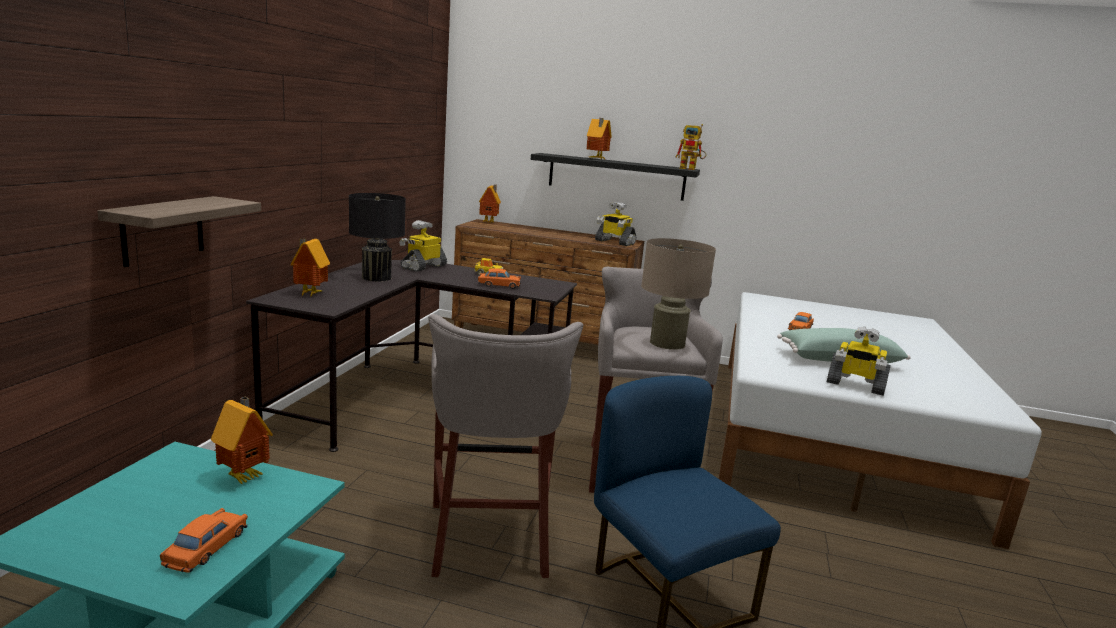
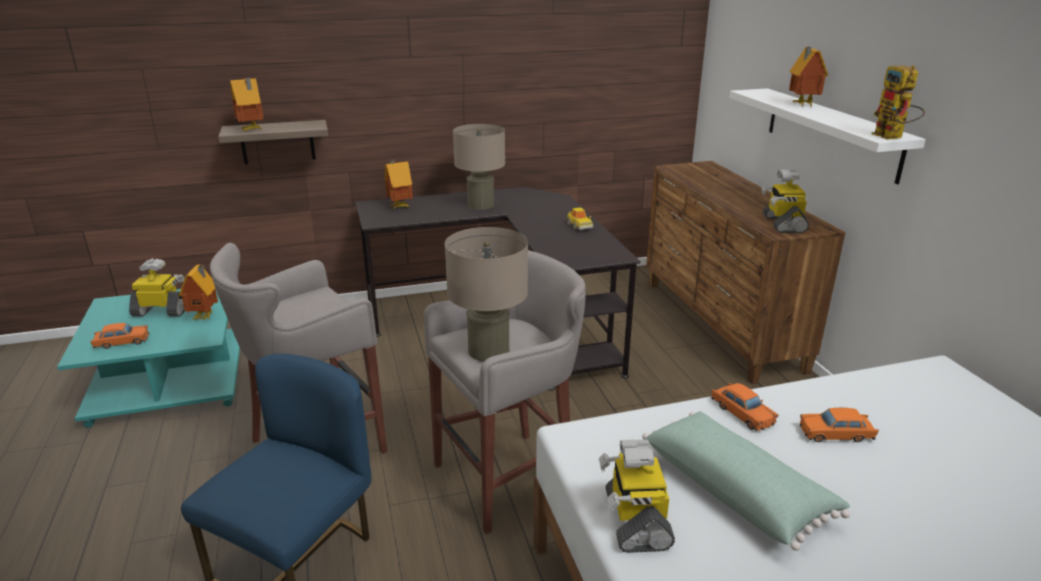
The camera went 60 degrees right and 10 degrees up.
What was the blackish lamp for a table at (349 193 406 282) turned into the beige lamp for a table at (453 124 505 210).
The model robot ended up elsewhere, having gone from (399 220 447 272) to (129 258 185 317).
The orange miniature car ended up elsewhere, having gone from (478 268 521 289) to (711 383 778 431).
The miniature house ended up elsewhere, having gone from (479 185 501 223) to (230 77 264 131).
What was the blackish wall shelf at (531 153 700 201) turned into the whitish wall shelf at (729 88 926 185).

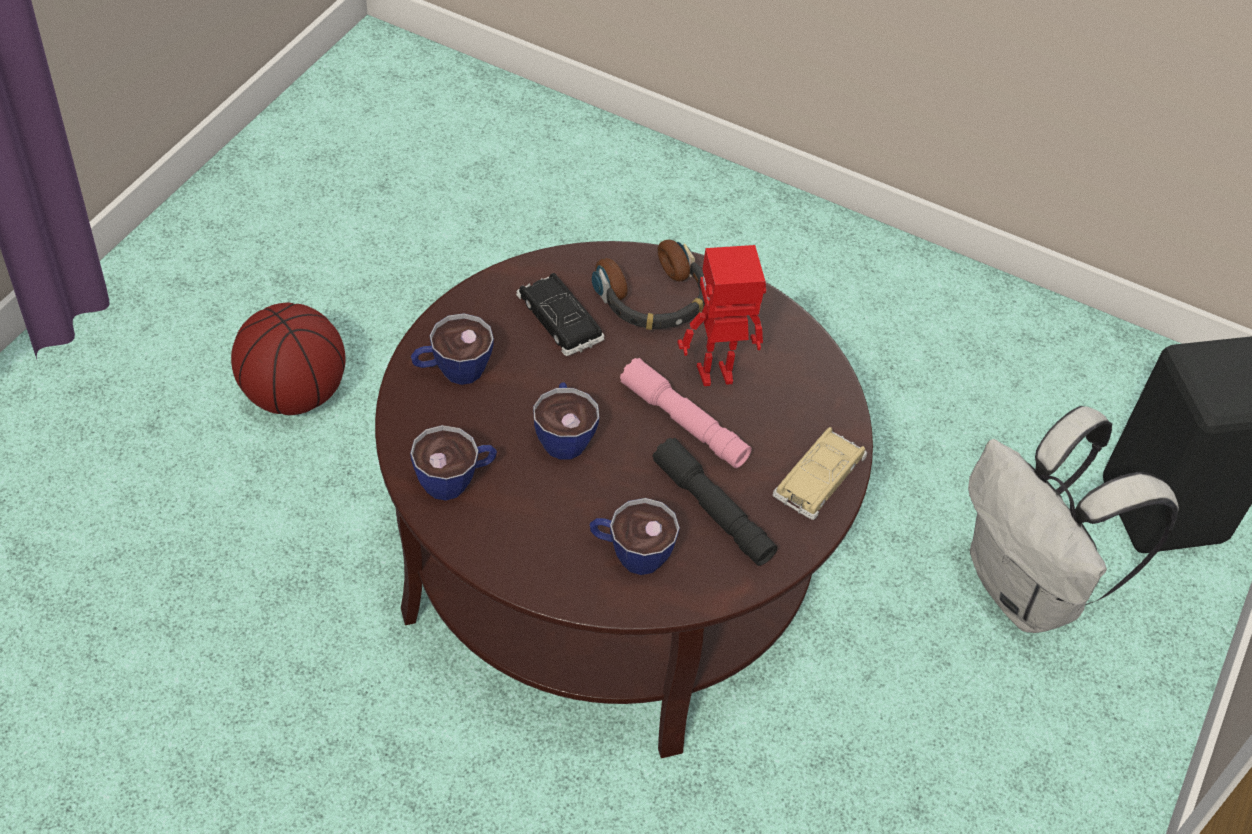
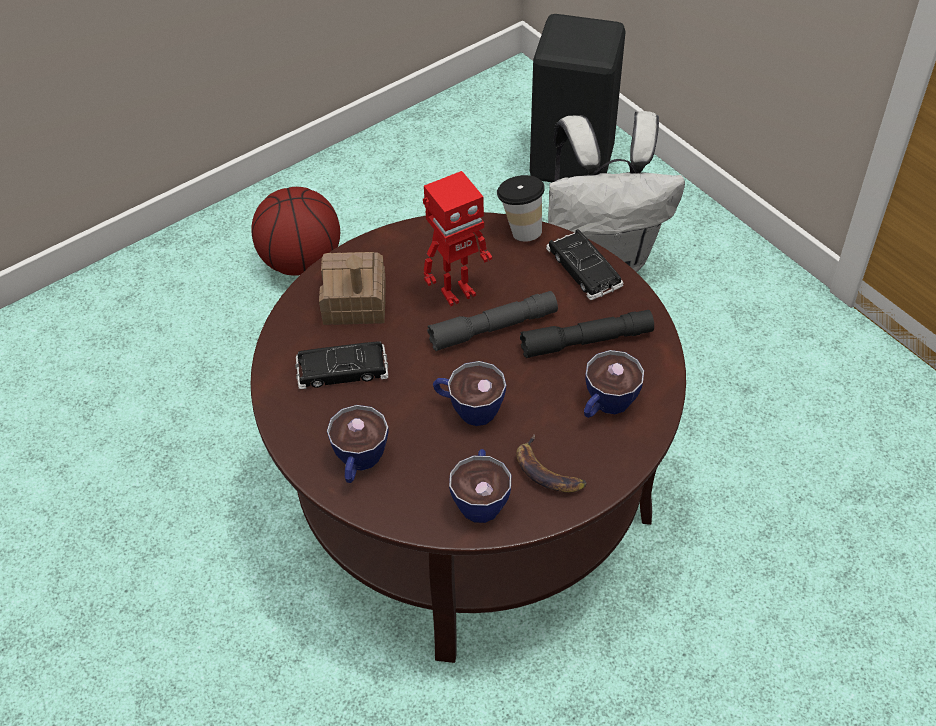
The camera went 60 degrees left and 0 degrees up.
The basketball ball ended up elsewhere, having gone from (231 303 345 415) to (251 187 340 276).
Where the headset stood at (592 240 705 330), the miniature house came to stand at (319 252 386 325).
What was the pinkish torch at (620 358 752 468) turned into the greyish torch at (427 291 558 351).
The model robot at (678 245 766 386) ended up facing another way, 135 degrees counterclockwise from before.
What was the beige miniature car at (772 427 867 520) turned into the blackish miniature car at (546 229 623 300).
The second view gained the small cup at (497 175 545 242).
The second view gained the banana at (516 435 587 493).

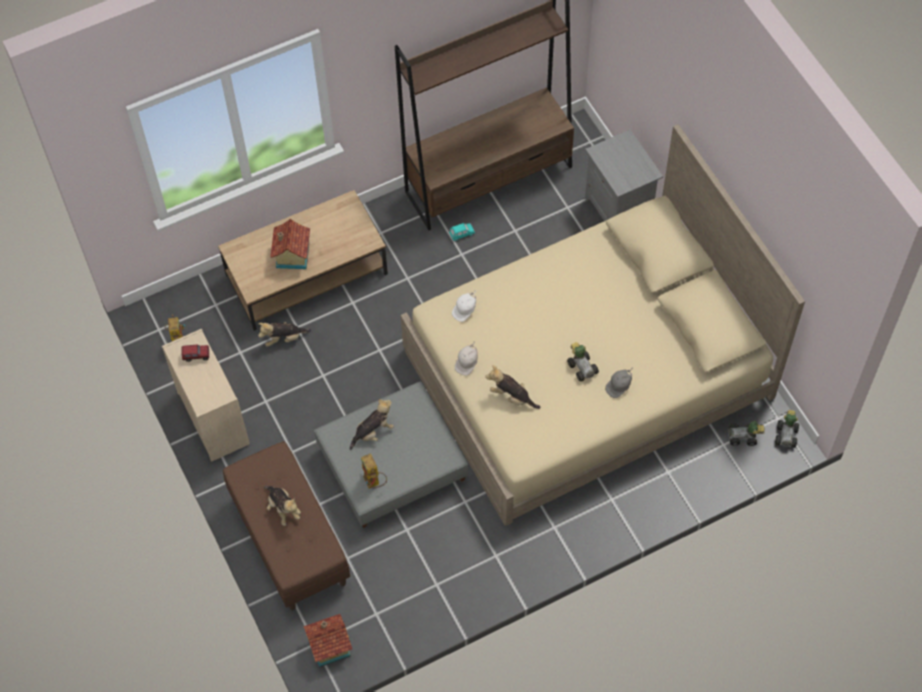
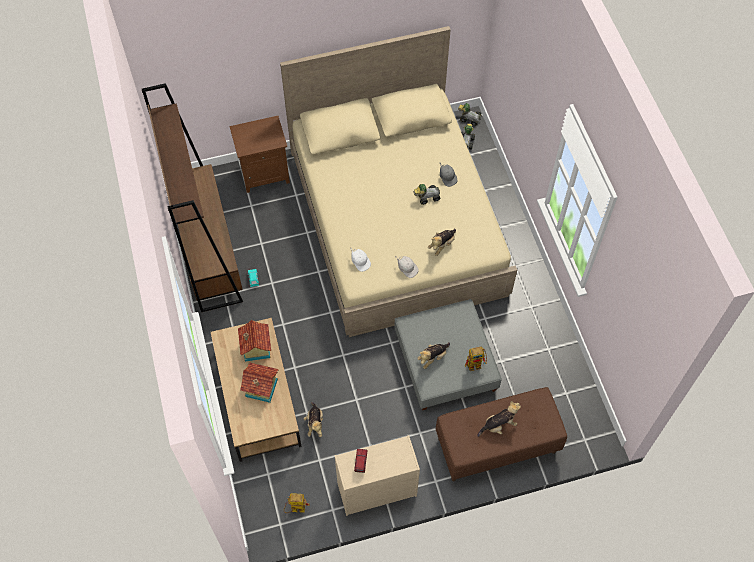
The camera went 80 degrees left and 0 degrees up.
The miniature house ended up elsewhere, having gone from (303 614 352 667) to (238 320 271 361).
The soft toy at (350 399 394 450) ended up facing another way, 105 degrees counterclockwise from before.
What was the greyish bedside table at (585 130 663 221) turned into the brown-coloured bedside table at (230 116 290 193).

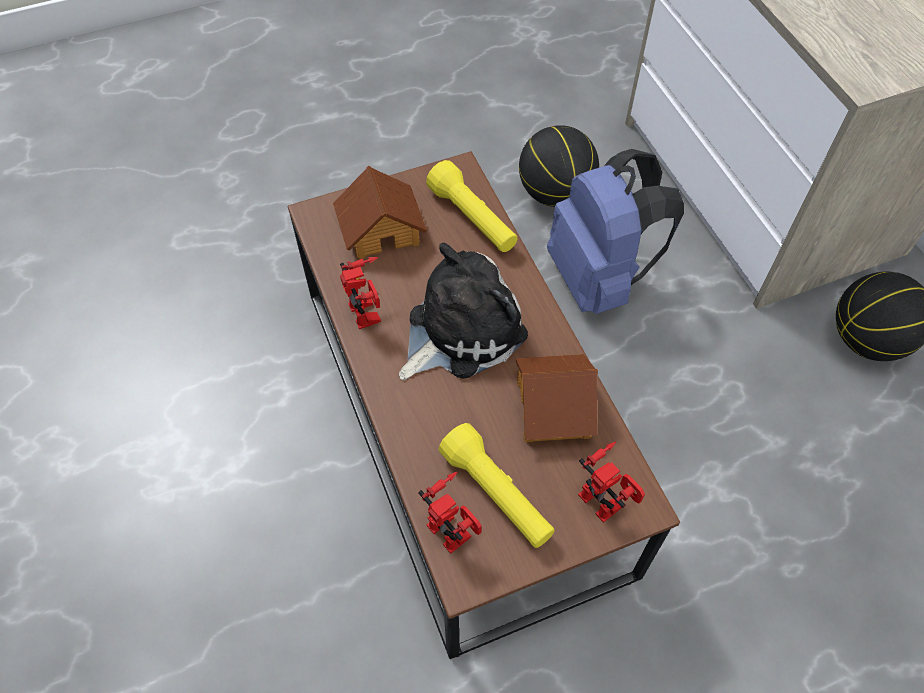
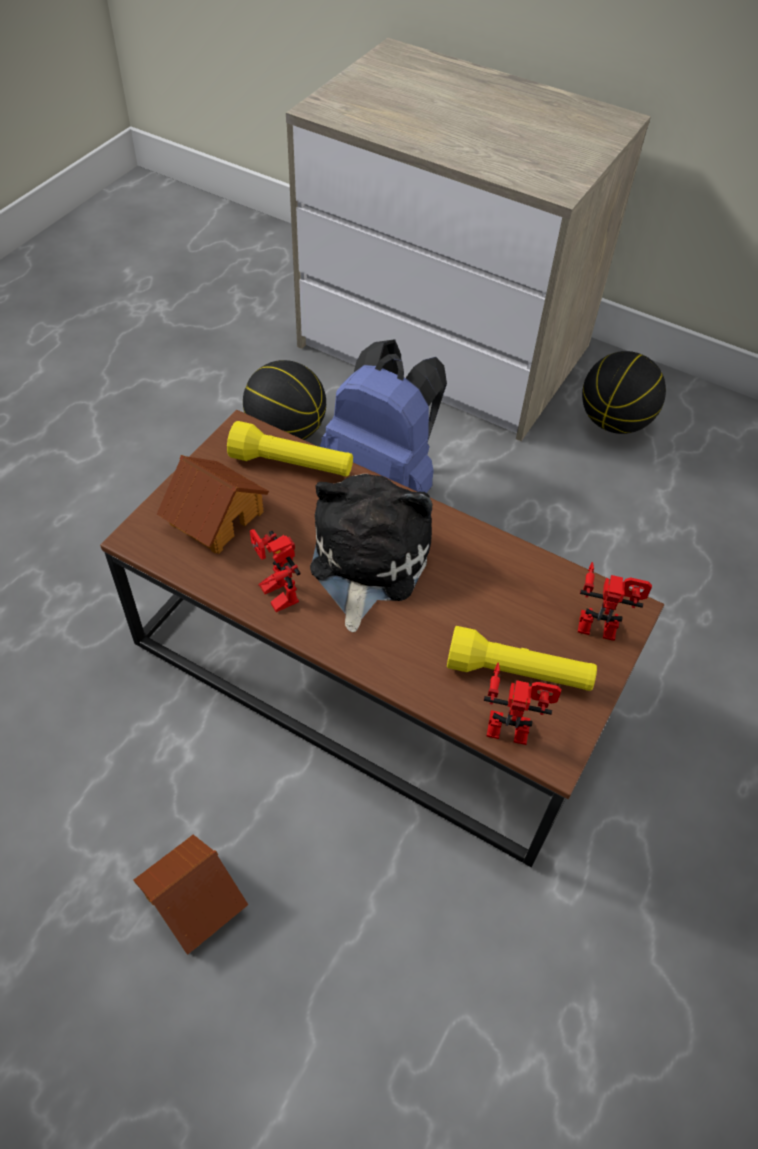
The camera went 40 degrees left and 5 degrees down.
The model robot at (340 257 381 329) ended up facing another way, 150 degrees counterclockwise from before.
The miniature house ended up elsewhere, having gone from (516 354 598 442) to (134 835 248 955).

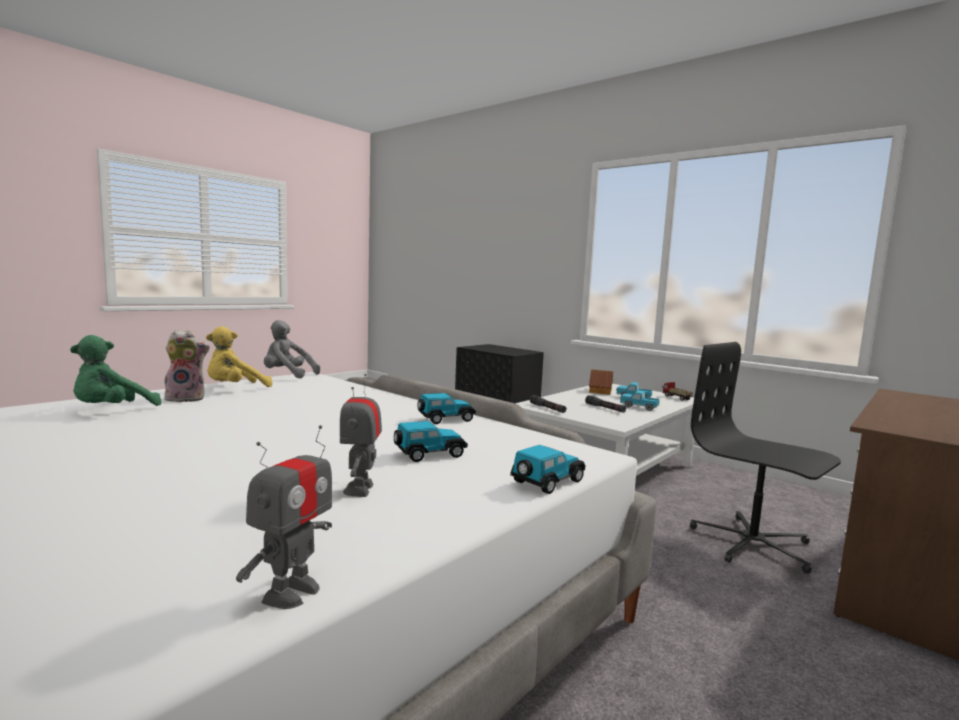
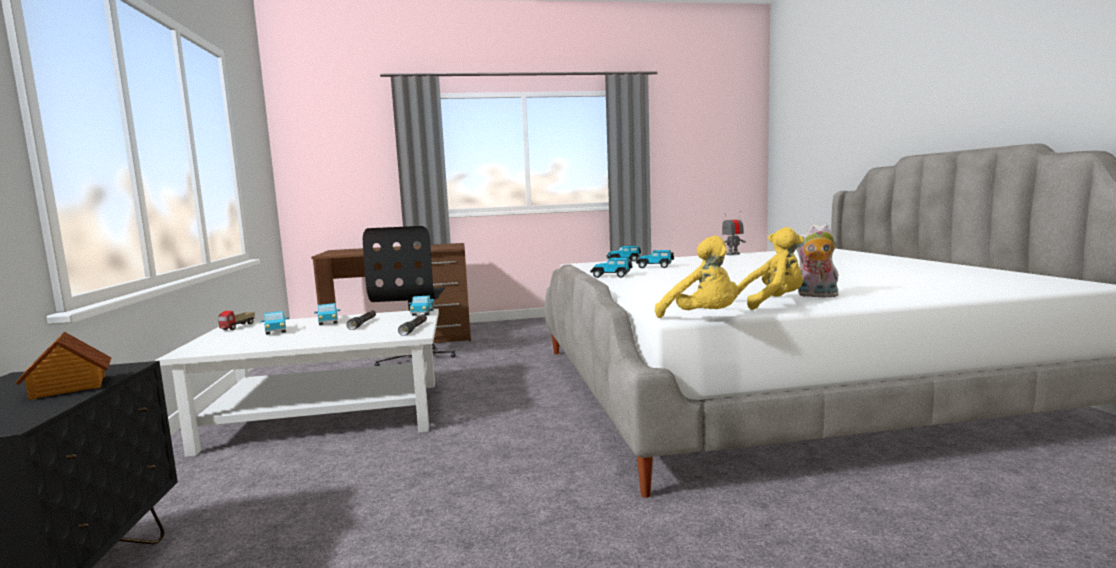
The camera went 140 degrees left and 0 degrees up.
The second view lost the green-coloured soft toy at (70 335 161 406).
What was the greyish soft toy at (264 320 320 378) turned into the yellow soft toy at (655 236 738 318).
The second view lost the model robot at (340 374 382 497).
The miniature house ended up elsewhere, having gone from (589 369 614 395) to (16 332 111 400).
The second view gained the toy truck at (409 296 434 316).

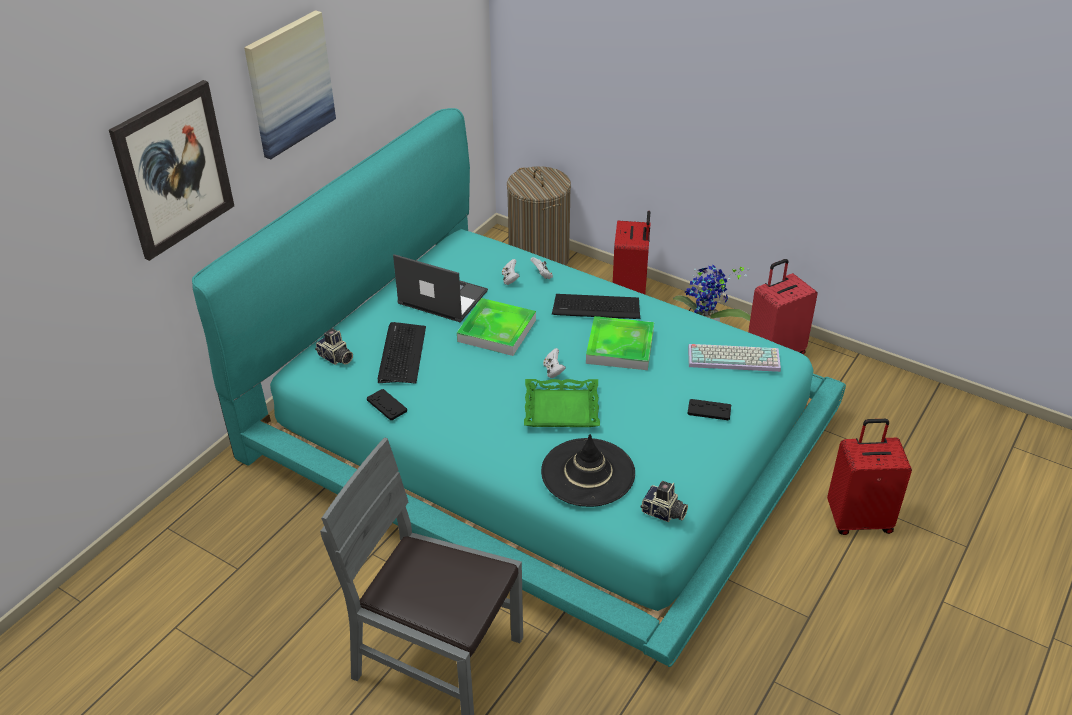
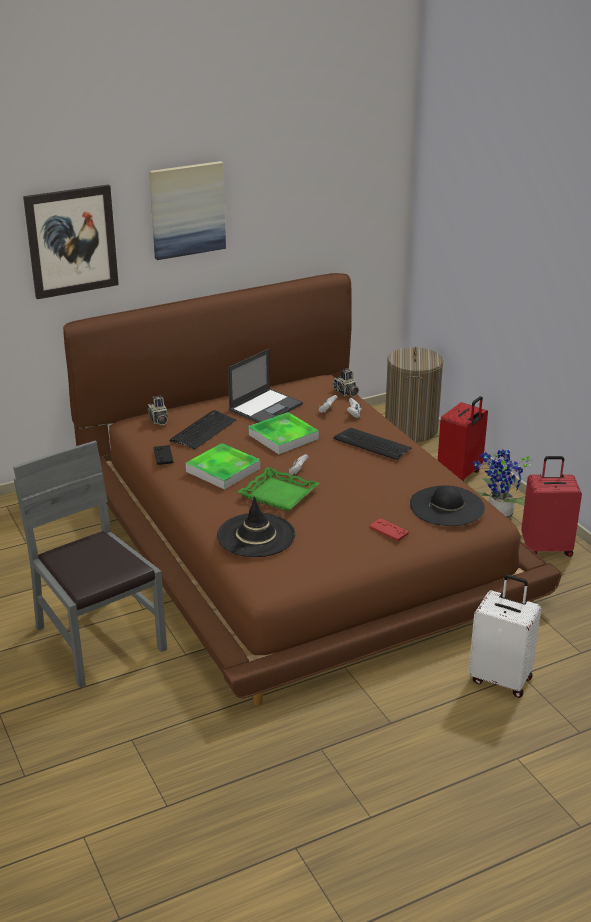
The camera went 30 degrees right and 10 degrees down.
What was the turquoise-coloured bed at (192 108 846 667) turned into the brown-coloured bed at (63 273 562 706).
The portable computer at (393 254 488 323) ended up facing another way, 75 degrees clockwise from before.
The serving tray ended up elsewhere, having gone from (586 316 654 370) to (186 443 260 490).
The still camera ended up elsewhere, having gone from (640 481 688 522) to (333 369 359 397).
What was the blackish game controller at (687 399 731 421) turned into the red-coloured game controller at (369 519 409 541).
Where the keyboard stood at (688 344 781 372), the blackish clothing hat came to stand at (410 485 485 526).
What was the red-coloured piece of luggage at (827 419 912 535) turned into the whitish piece of luggage at (468 575 541 698).

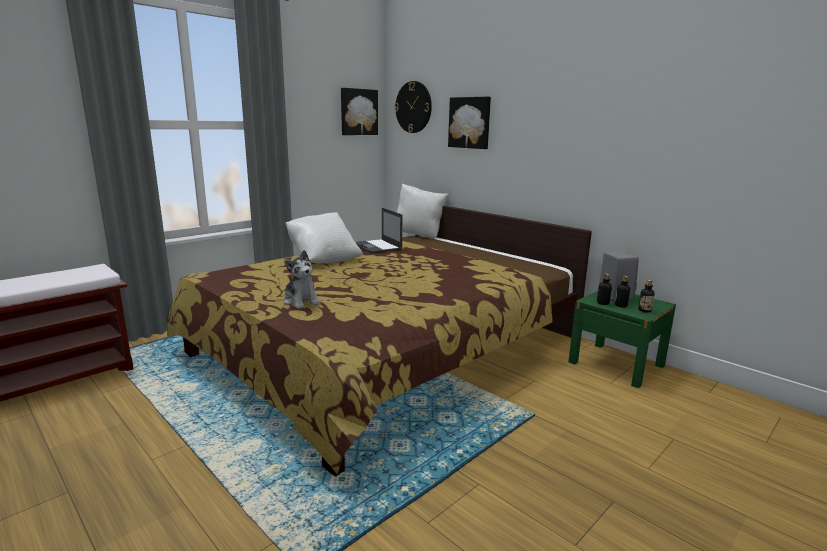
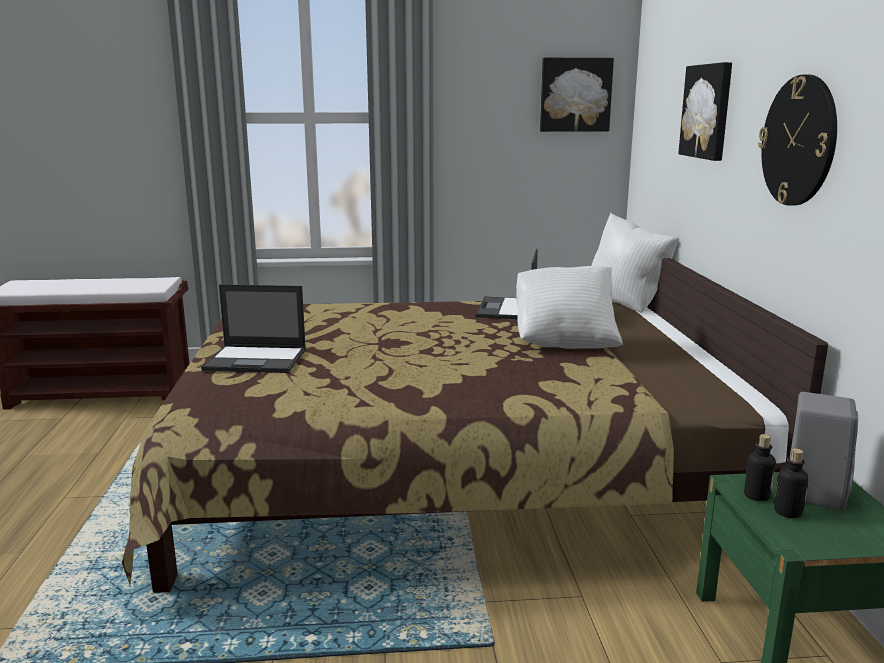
The camera went 40 degrees right and 0 degrees up.
Where the soft toy stood at (284 250 321 309), the portable computer came to stand at (201 284 306 373).
The whitish throw pillow ended up elsewhere, having gone from (285 213 363 264) to (516 266 622 349).
The wall clock ended up elsewhere, having gone from (394 81 432 133) to (758 75 837 206).
The second view lost the beverage bottle at (638 280 655 313).

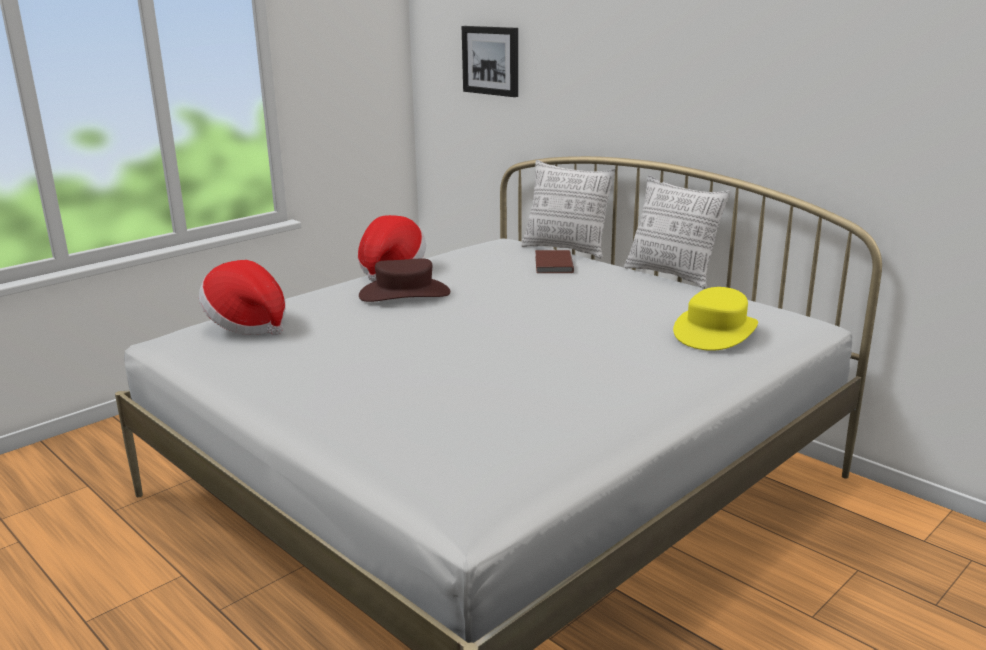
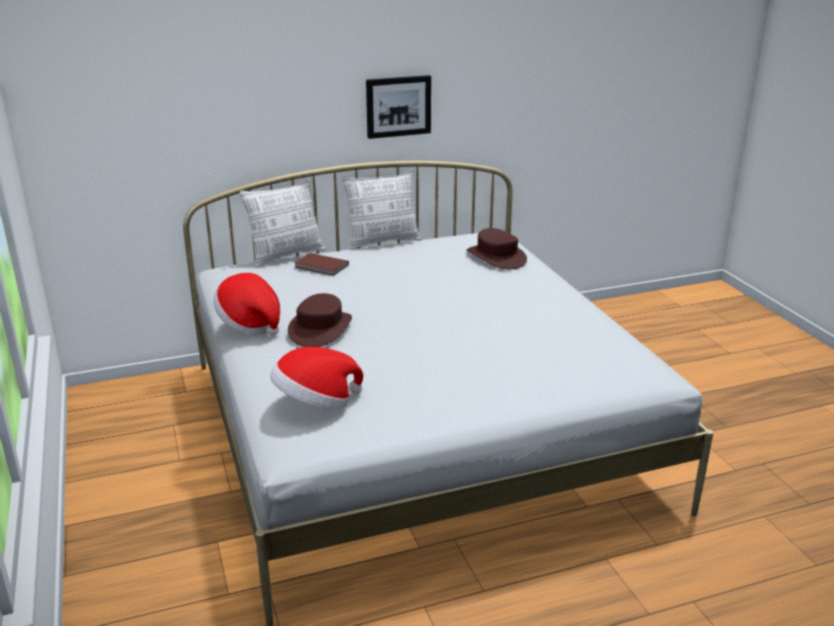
The camera went 65 degrees left and 5 degrees up.
The picture ended up elsewhere, having gone from (462 26 518 97) to (366 75 431 139).
What was the yellow clothing hat at (673 287 758 351) turned into the brown-coloured clothing hat at (467 228 527 269).

